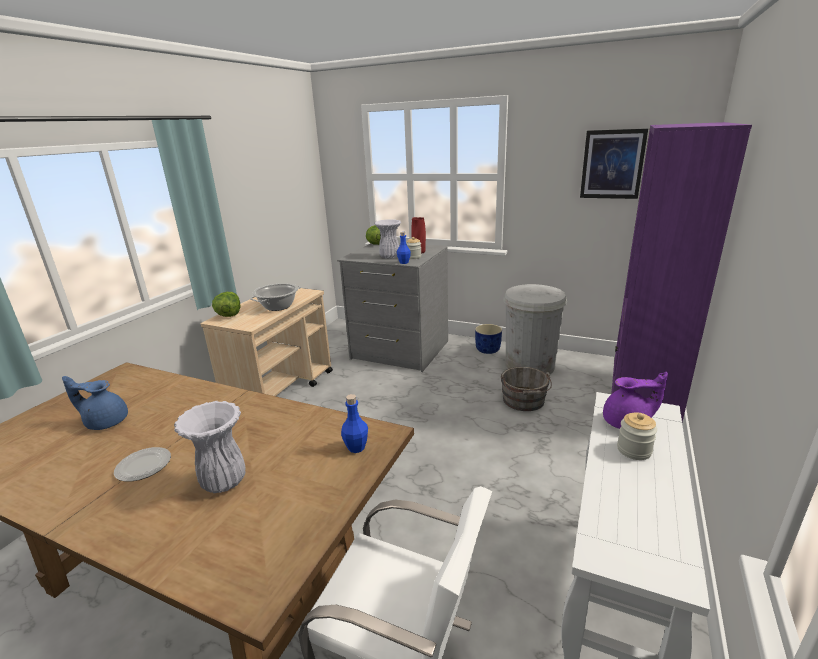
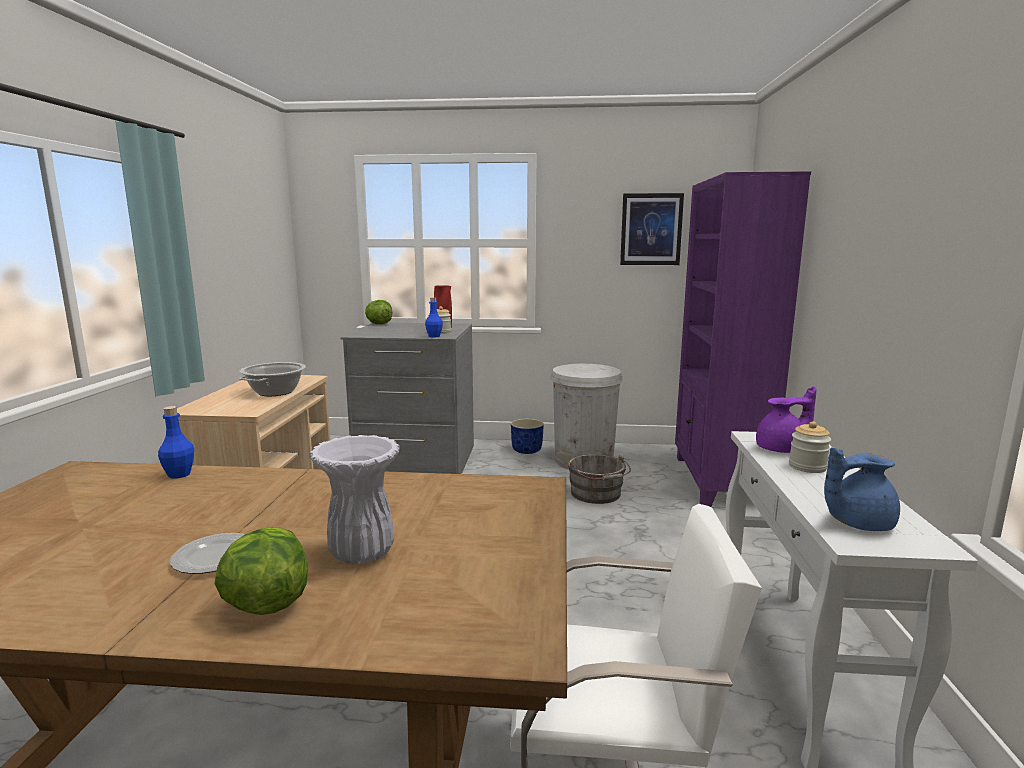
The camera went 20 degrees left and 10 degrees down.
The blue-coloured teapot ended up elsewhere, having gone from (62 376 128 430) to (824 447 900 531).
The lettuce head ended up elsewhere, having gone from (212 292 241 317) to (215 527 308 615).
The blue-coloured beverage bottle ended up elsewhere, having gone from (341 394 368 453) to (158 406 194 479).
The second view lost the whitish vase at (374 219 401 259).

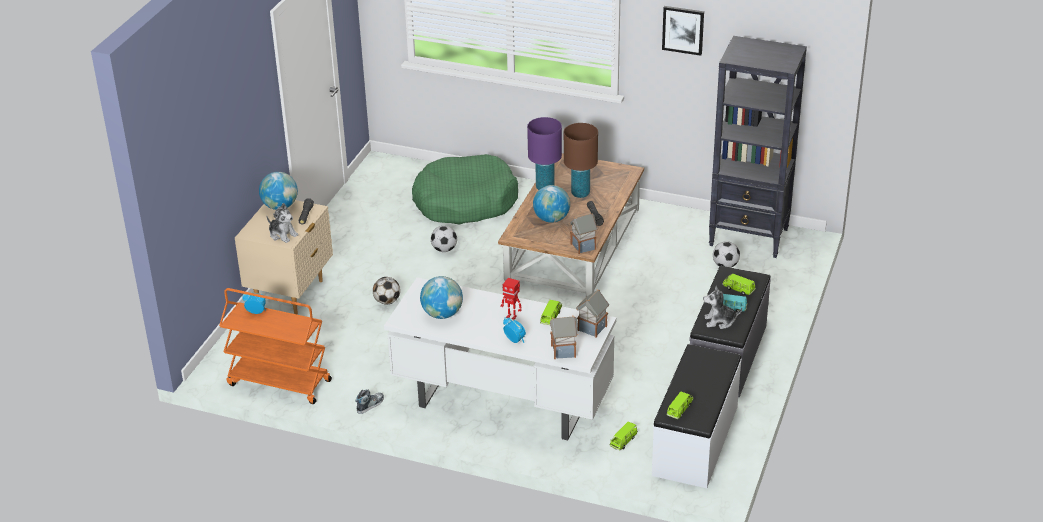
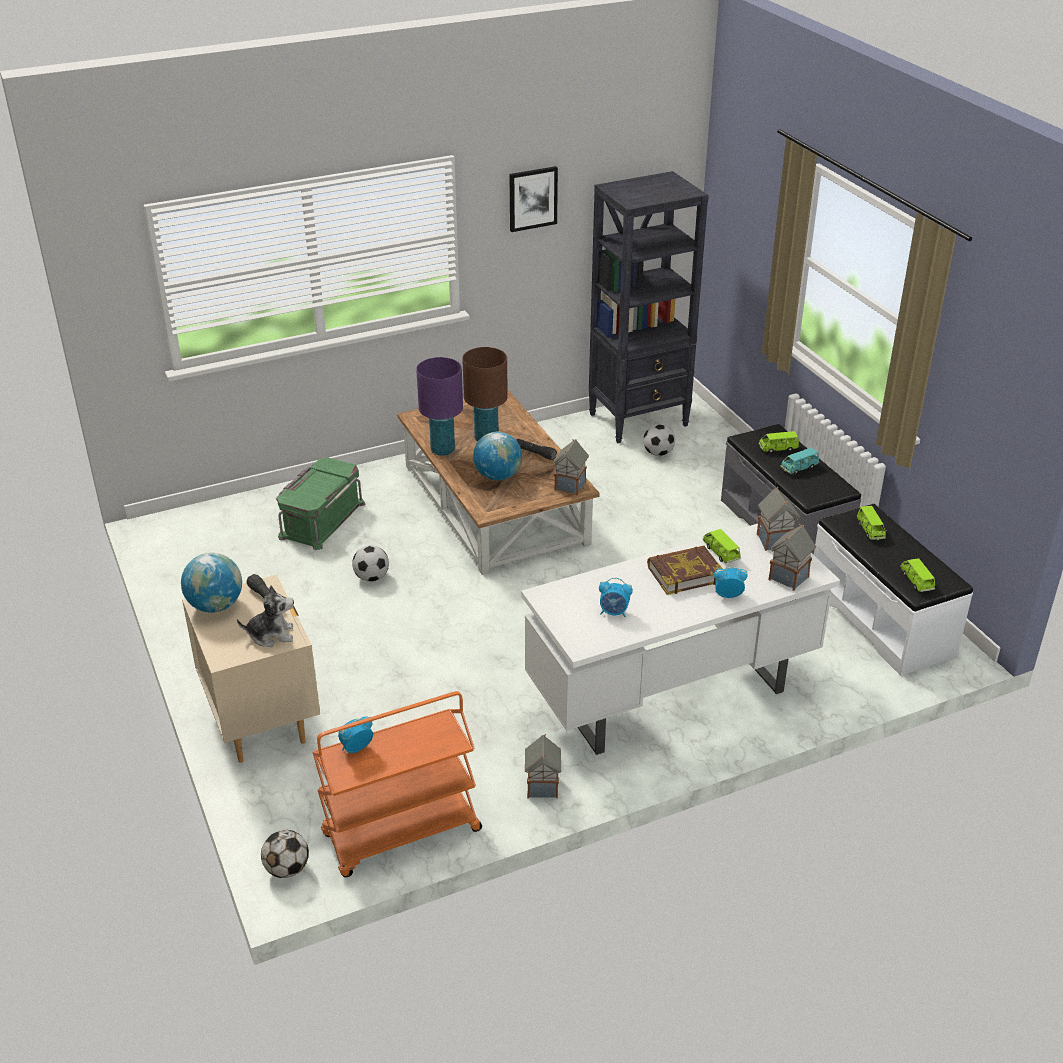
The camera went 45 degrees left and 0 degrees up.
Where the shoe stood at (355 389 384 414), the miniature house came to stand at (525 734 561 798).
The ball for football ended up elsewhere, having gone from (373 277 400 305) to (261 830 309 878).
Where the green-coloured pet bed stood at (412 154 518 225), the green-coloured storage box came to stand at (276 457 365 550).
Where the desk globe stood at (420 276 463 319), the table clock came to stand at (599 578 633 617).
Where the model robot stood at (500 278 522 320), the volume came to stand at (647 546 723 595).
The green-coloured miniature car ended up elsewhere, having gone from (609 421 638 450) to (857 506 887 540).
The second view lost the soft toy at (703 286 742 329).

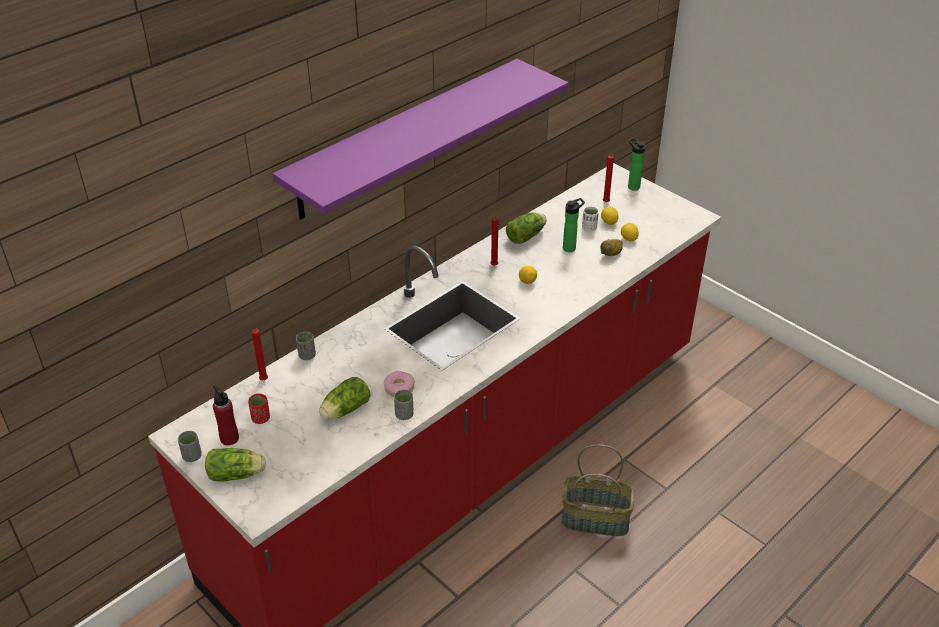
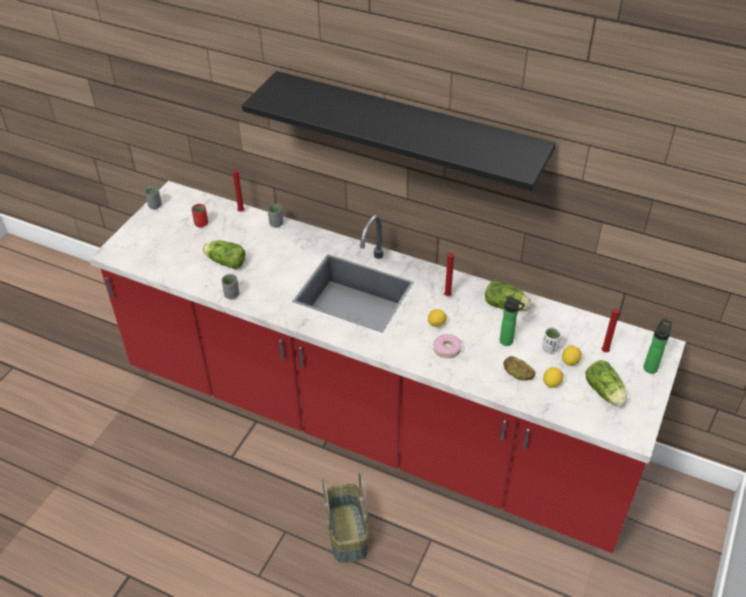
The camera went 70 degrees right and 5 degrees up.
The lettuce head ended up elsewhere, having gone from (205 448 266 482) to (585 360 627 406).
The second view lost the red-coloured beverage bottle at (213 385 239 445).
What was the purple wall shelf at (272 59 569 219) turned into the blackish wall shelf at (242 71 556 191).
The donut ended up elsewhere, having gone from (384 371 415 397) to (433 334 462 358).

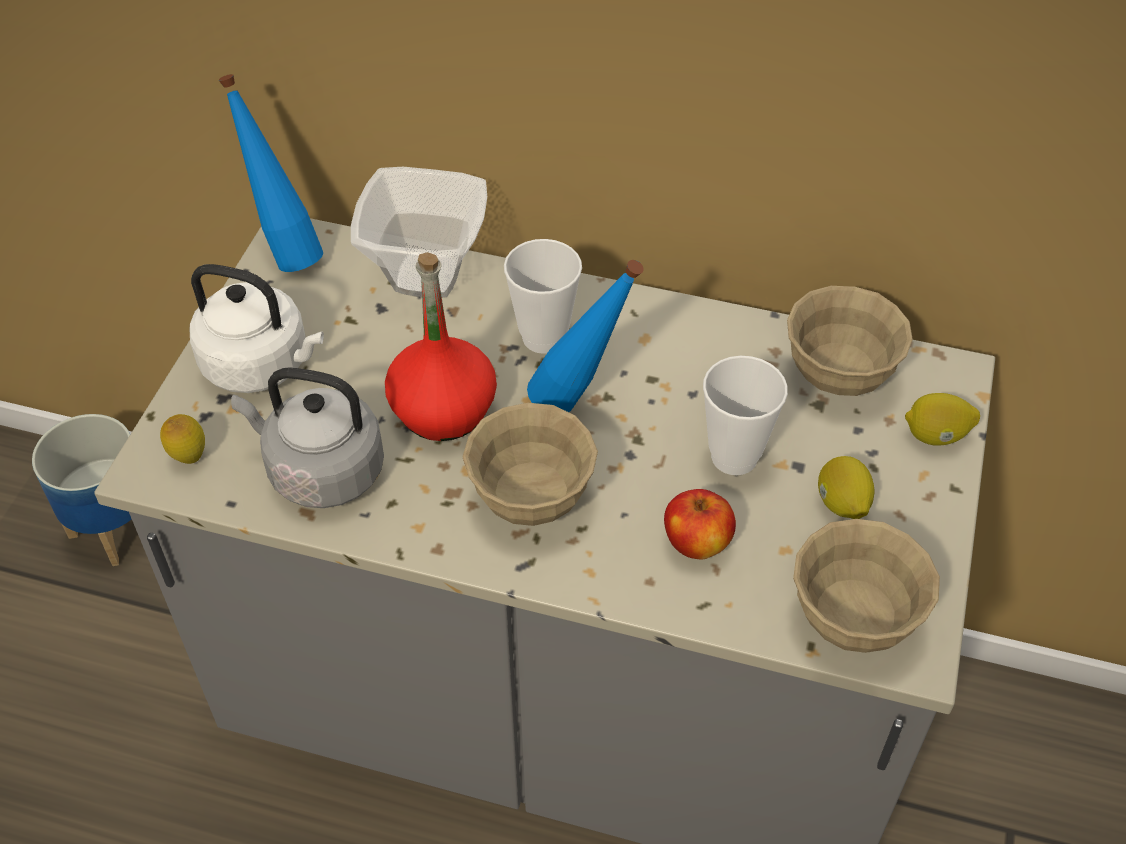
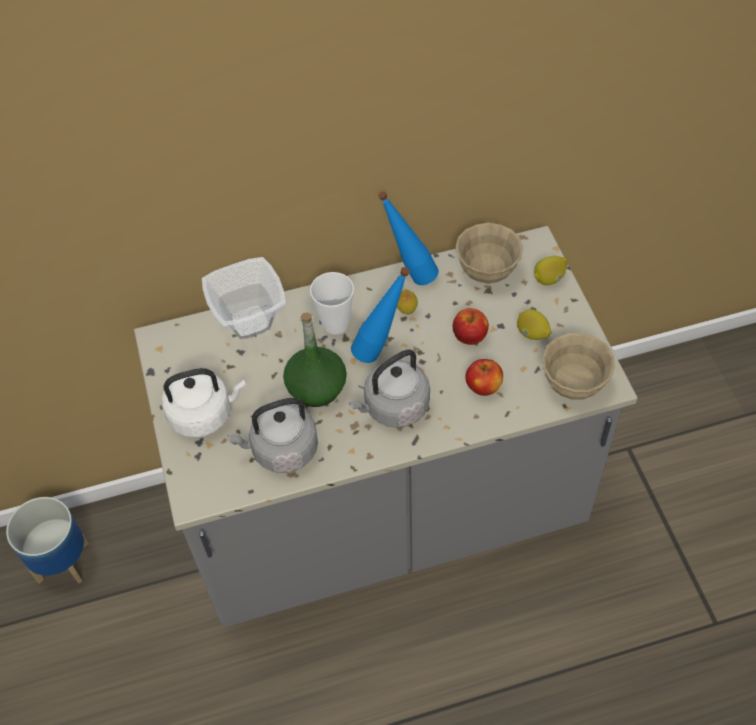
The camera went 30 degrees left and 5 degrees up.
The lemon ended up elsewhere, having gone from (160 414 205 464) to (397 290 418 314).
The blue-coloured beverage bottle ended up elsewhere, having gone from (219 74 323 272) to (378 191 439 285).
What was the red-coloured beverage bottle at (385 252 497 441) turned into the green-coloured beverage bottle at (283 312 347 407).
Where the beige serving bowl stood at (463 403 598 526), the greyish water kettle came to stand at (349 349 430 428).
Where the small cup stood at (703 356 788 475), the apple came to stand at (453 308 489 345).

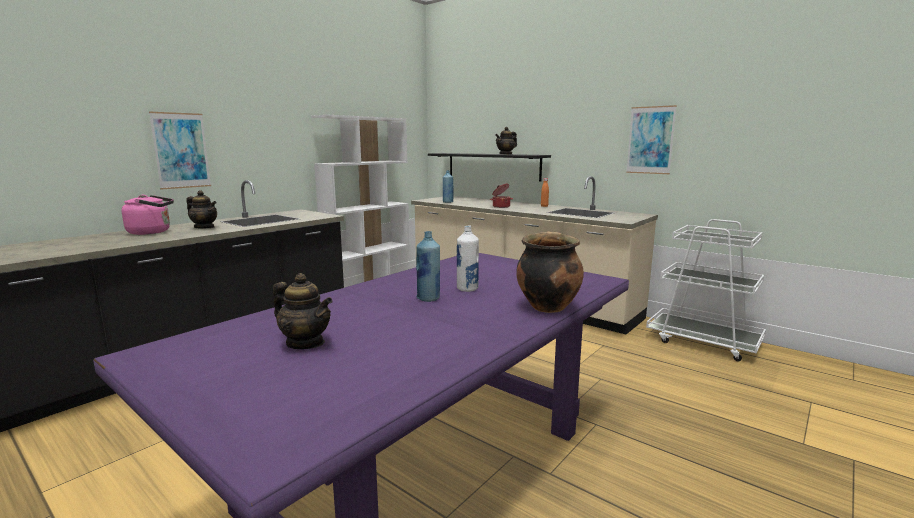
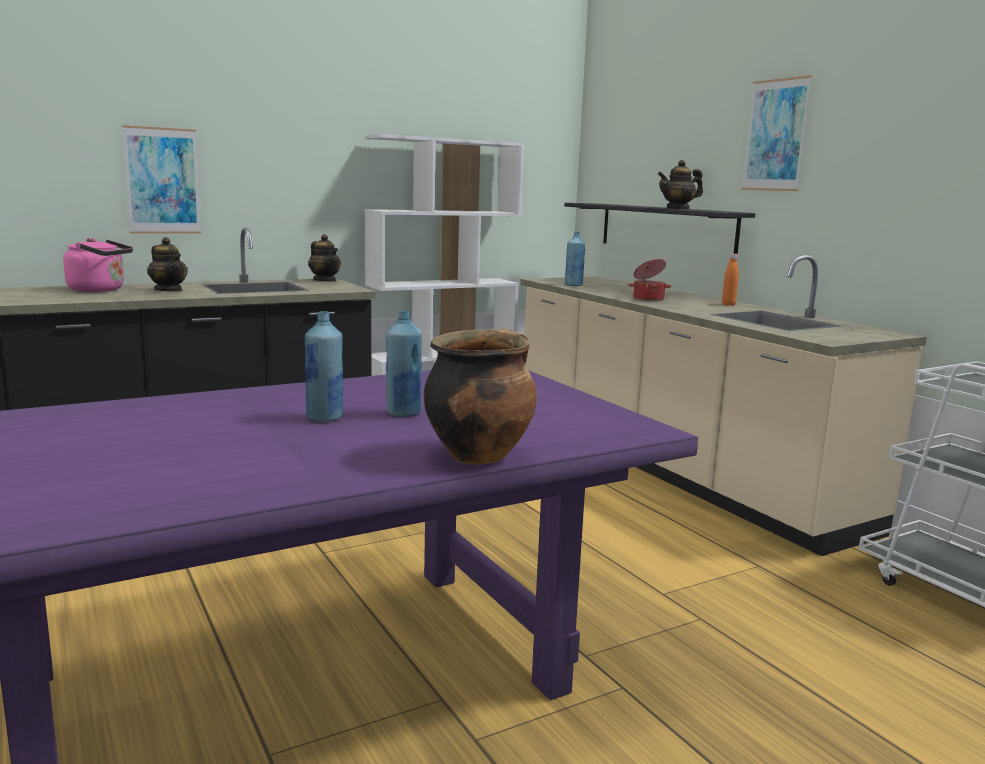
The camera went 20 degrees right and 0 degrees up.
The teapot ended up elsewhere, having gone from (273 273 333 349) to (308 234 341 282).
What was the whitish beverage bottle at (457 226 479 292) turned into the blue-coloured beverage bottle at (386 310 422 417).
The picture ended up elsewhere, having gone from (626 105 677 174) to (742 75 812 191).

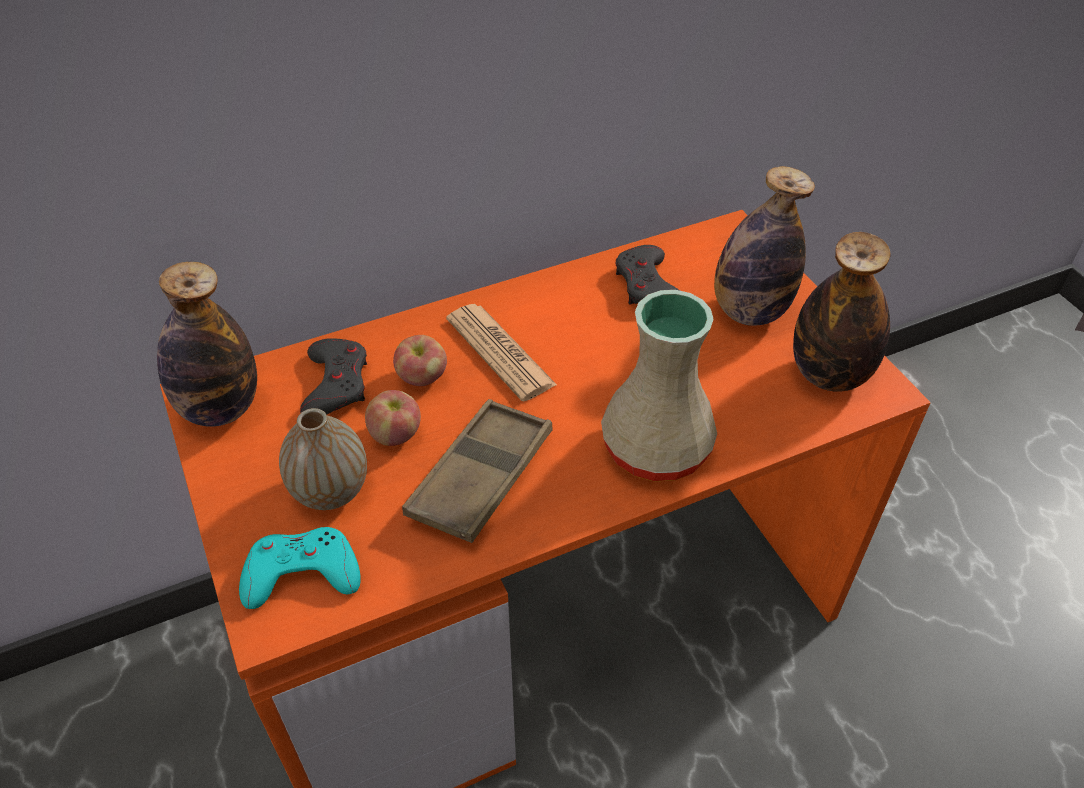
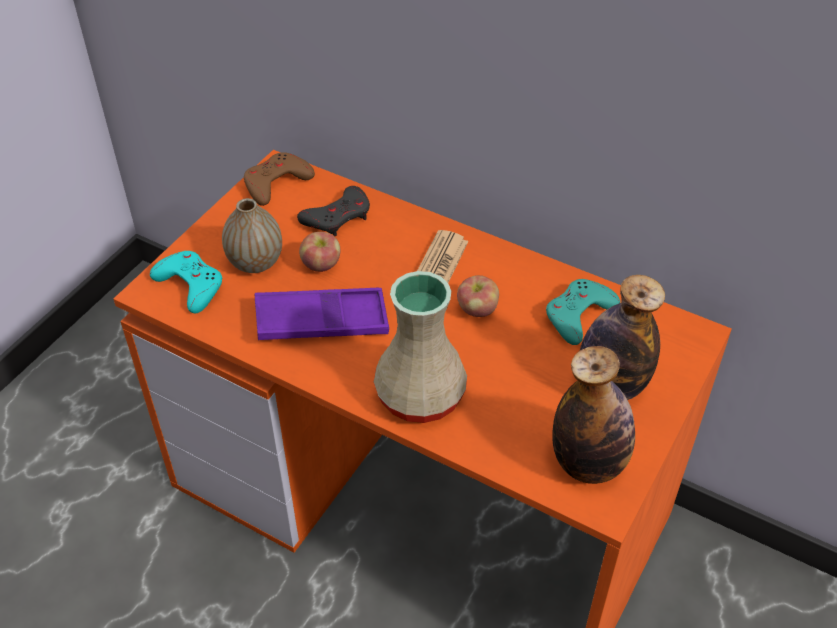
The camera went 55 degrees right and 0 degrees up.
Where the beverage bottle stood at (157 262 257 426), the brown-coloured game controller came to stand at (244 152 315 206).
The apple ended up elsewhere, having gone from (393 335 447 386) to (457 275 499 317).
What was the brown-coloured serving tray at (402 399 553 543) turned into the purple serving tray at (255 288 389 340).
What was the greyish game controller at (616 245 680 305) turned into the turquoise-coloured game controller at (546 279 620 345).

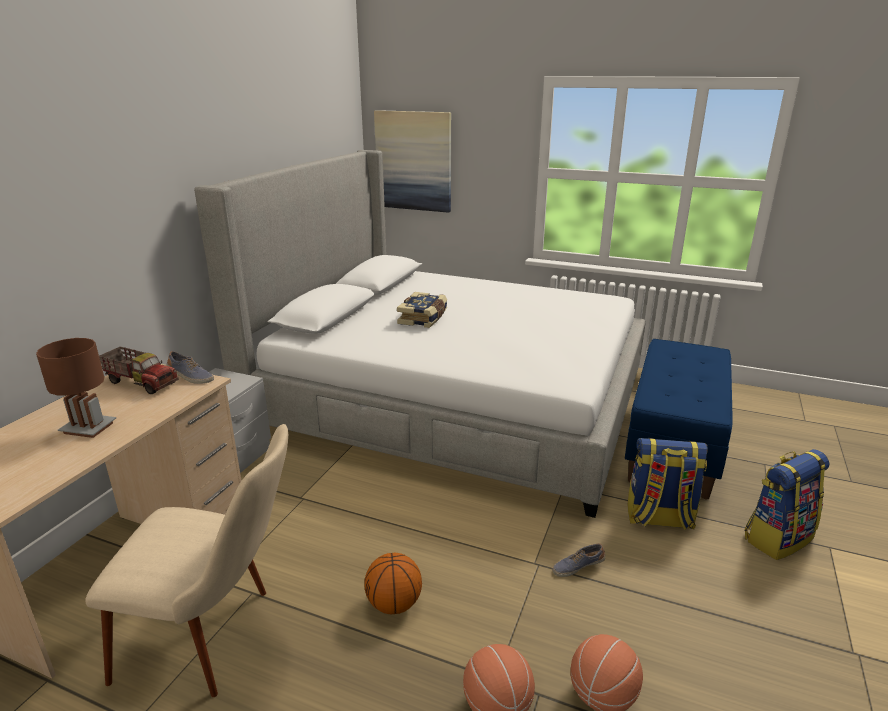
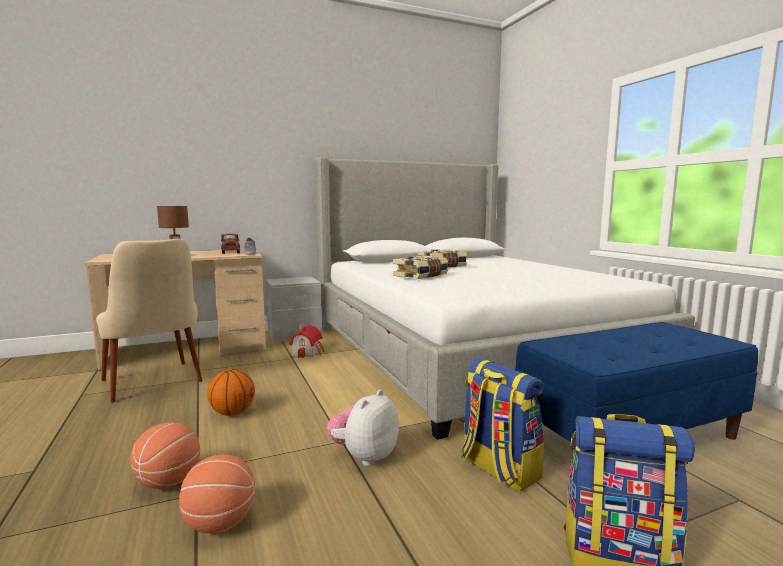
The camera went 45 degrees right and 15 degrees down.
The second view lost the picture at (374 110 451 213).
Where the shoe stood at (552 544 605 577), the soft toy came to stand at (326 390 399 466).
The second view gained the miniature house at (289 325 325 358).
The second view gained the volume at (393 256 448 279).

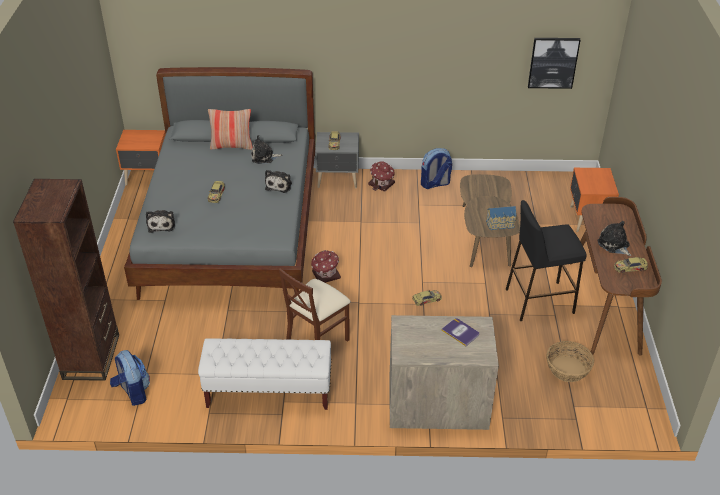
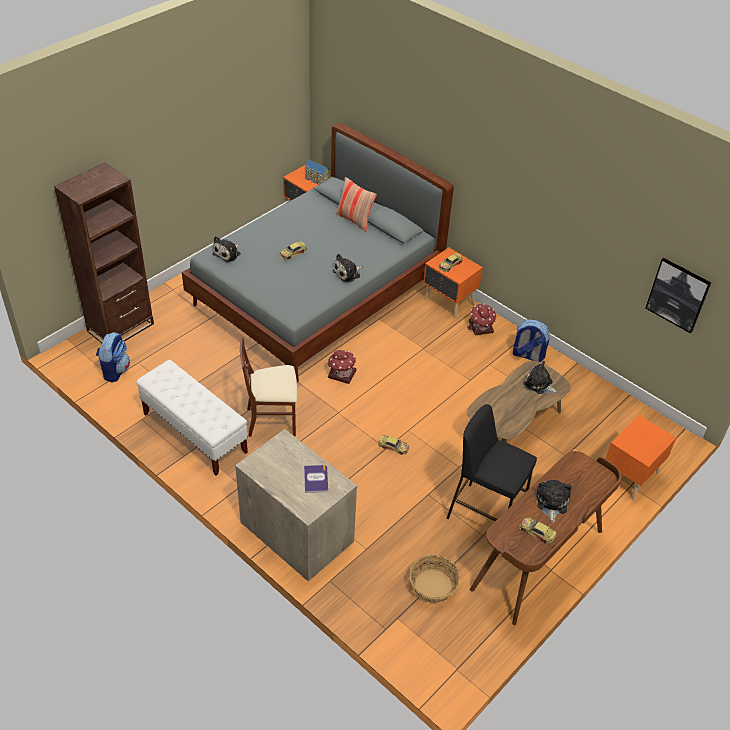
The camera went 40 degrees right and 5 degrees up.
The soft toy ended up elsewhere, having gone from (251 135 282 164) to (524 361 558 394).
What was the greyish bedside table at (315 132 359 188) turned into the orange bedside table at (423 247 483 318).
The miniature house ended up elsewhere, having gone from (486 206 517 230) to (305 160 330 185).

